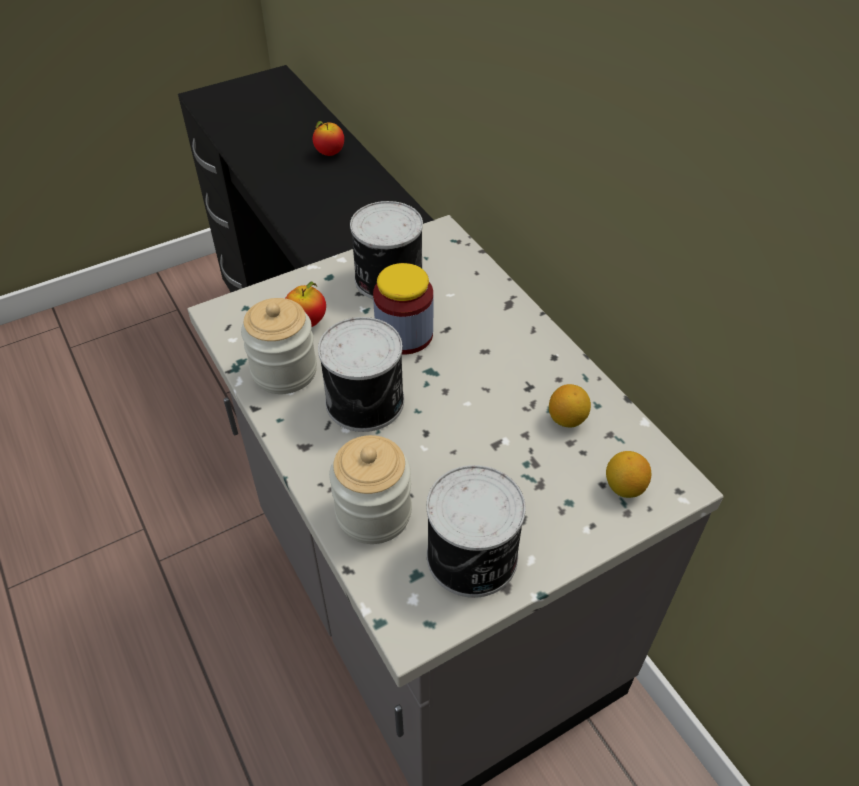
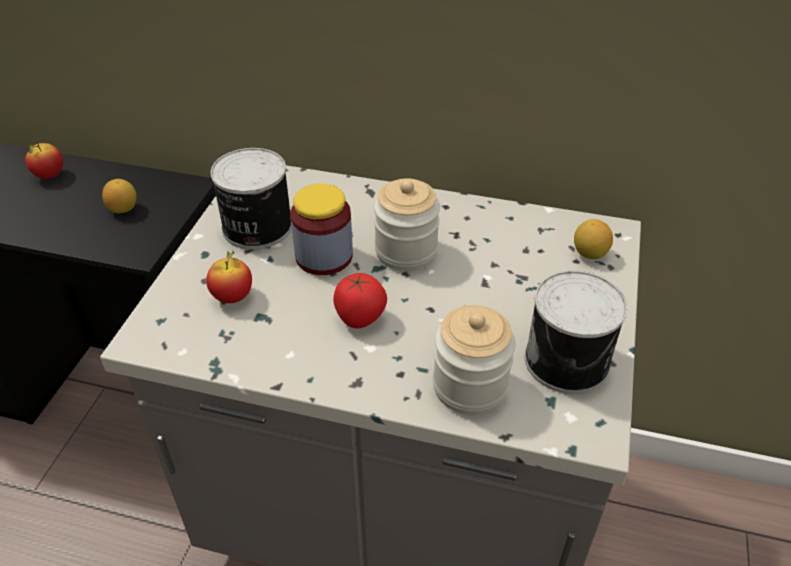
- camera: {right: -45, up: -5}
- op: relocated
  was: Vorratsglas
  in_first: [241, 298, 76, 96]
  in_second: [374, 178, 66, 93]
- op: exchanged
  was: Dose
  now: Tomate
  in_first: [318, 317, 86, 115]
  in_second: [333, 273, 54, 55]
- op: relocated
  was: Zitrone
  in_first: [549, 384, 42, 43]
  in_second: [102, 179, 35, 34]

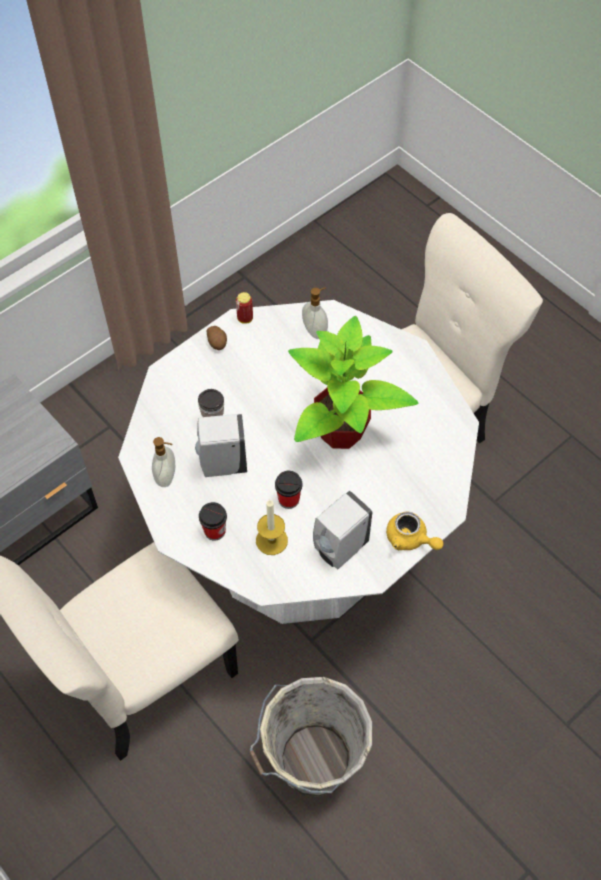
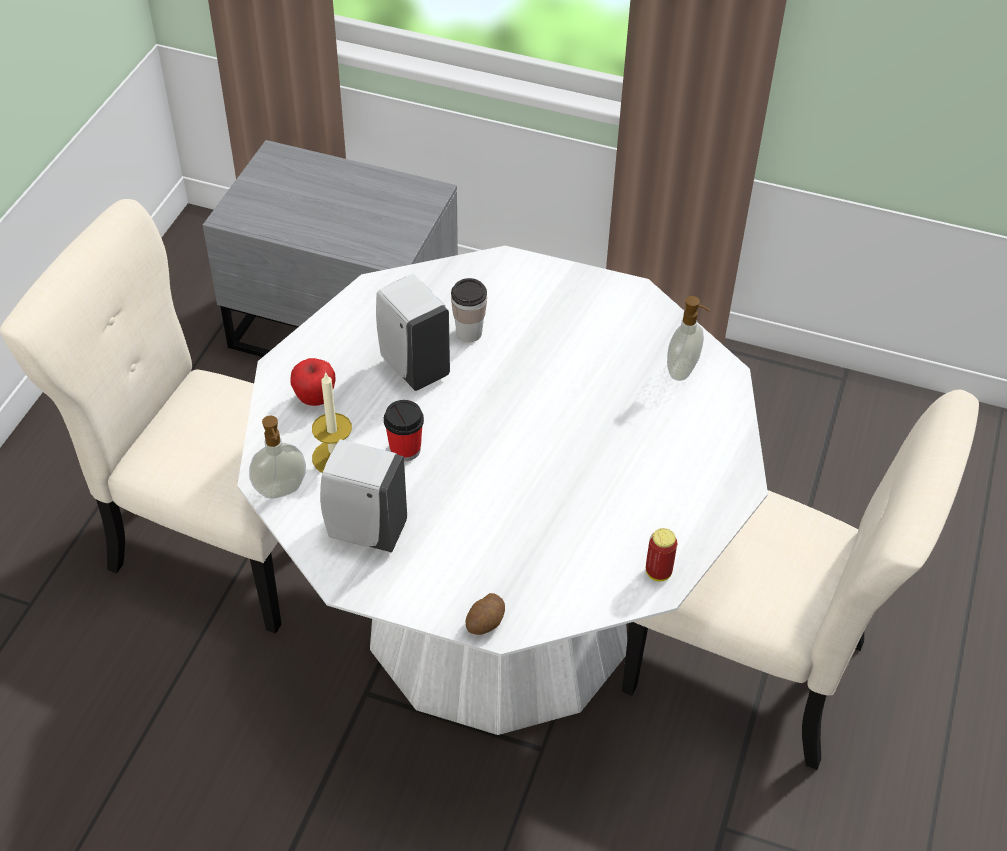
- camera: {right: 60, up: -10}
- op: relocated
  was: Seifenspender
  in_first: [152, 437, 23, 50]
  in_second: [249, 416, 57, 83]
- op: exchanged
  was: Tasse
  now: Apfel
  in_first: [199, 502, 28, 39]
  in_second: [291, 358, 45, 48]
- op: relocated
  was: Kartoffel
  in_first: [206, 326, 21, 24]
  in_second: [466, 593, 39, 42]
- op: relocated
  was: Dose
  in_first: [236, 292, 17, 32]
  in_second: [646, 528, 31, 53]
- op: missing
  was: Eimer [grau]
  in_first: [249, 677, 123, 120]
- op: missing
  was: Topfpflanze
  in_first: [288, 316, 130, 133]
- op: missing
  was: Teekanne [gelb]
  in_first: [386, 511, 58, 39]

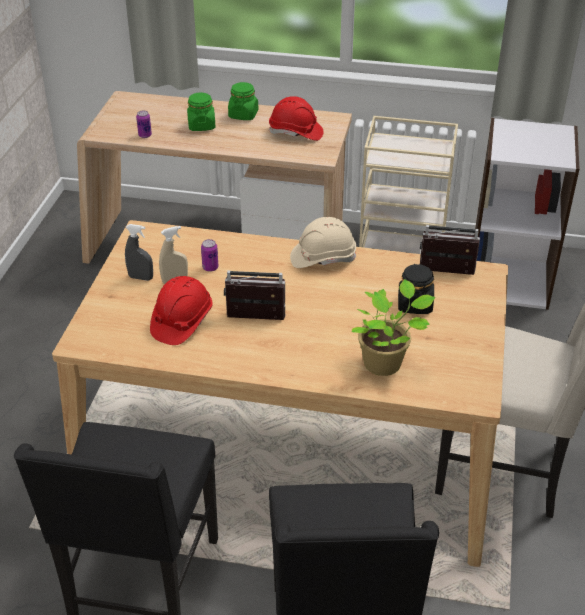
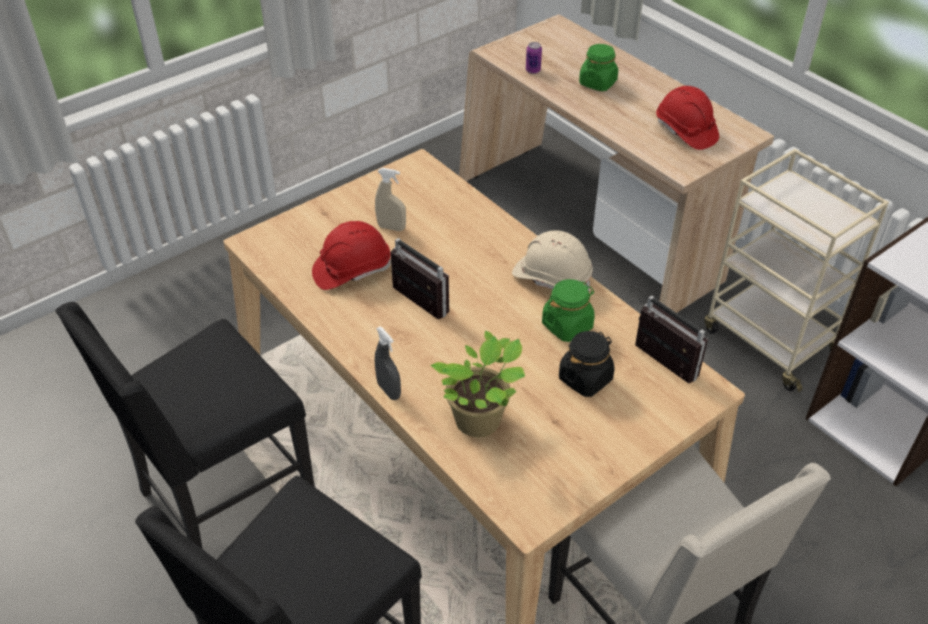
- camera: {right: 40, up: 5}
- op: relocated
  was: Sprühflasche [grau]
  in_first: [125, 224, 28, 57]
  in_second: [375, 326, 26, 74]
- op: missing
  was: Dose
  in_first: [201, 239, 17, 33]
- op: relocated
  was: Vorratsglas [grün]
  in_first: [228, 82, 30, 38]
  in_second: [542, 279, 53, 63]

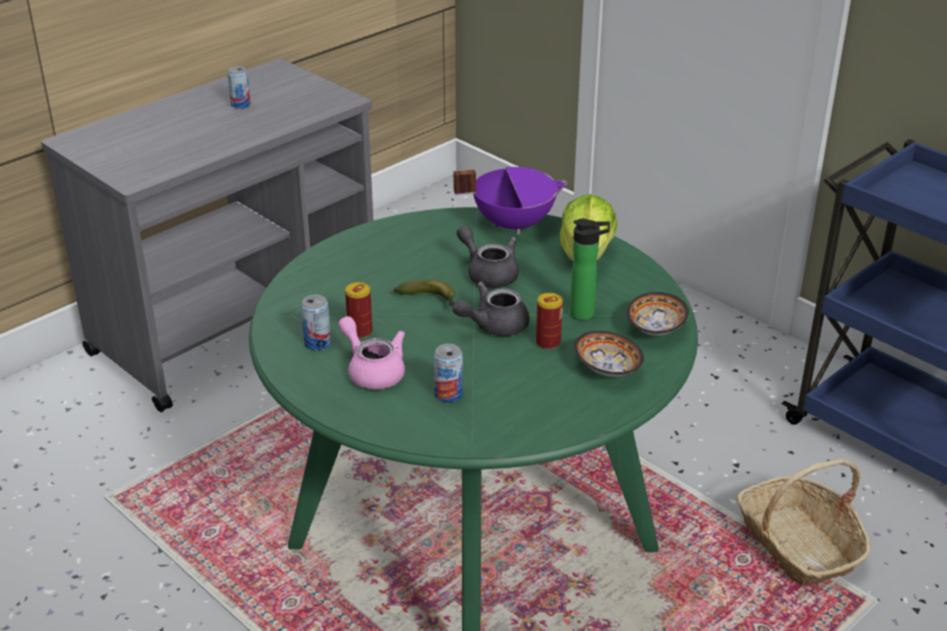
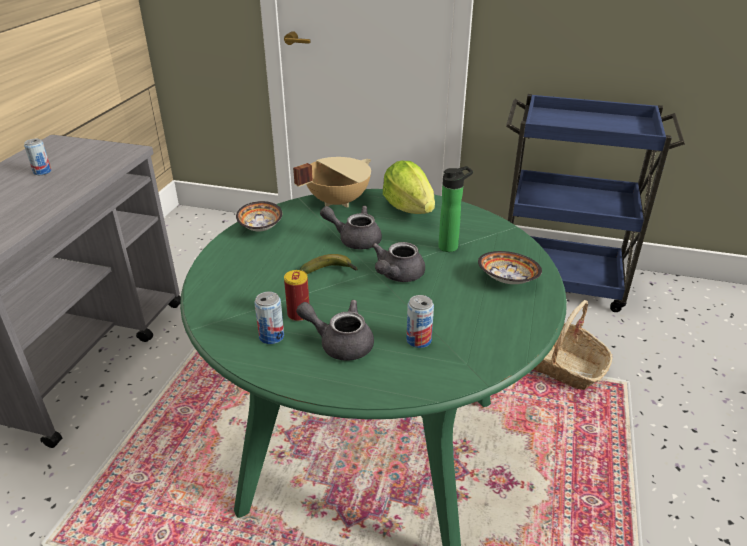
- camera: {right: -30, up: 0}
- op: colour
  was: Teekanne [rosa]
  now: Teekanne [grau]
  in_first: [338, 316, 67, 73]
  in_second: [296, 300, 78, 61]
- op: colour
  was: Kochtopf [lila]
  now: Kochtopf [beige]
  in_first: [453, 167, 115, 68]
  in_second: [293, 157, 78, 51]
- op: missing
  was: Dose
  in_first: [536, 293, 27, 57]
- op: relocated
  was: Schüssel
  in_first: [626, 292, 63, 44]
  in_second: [236, 201, 46, 30]

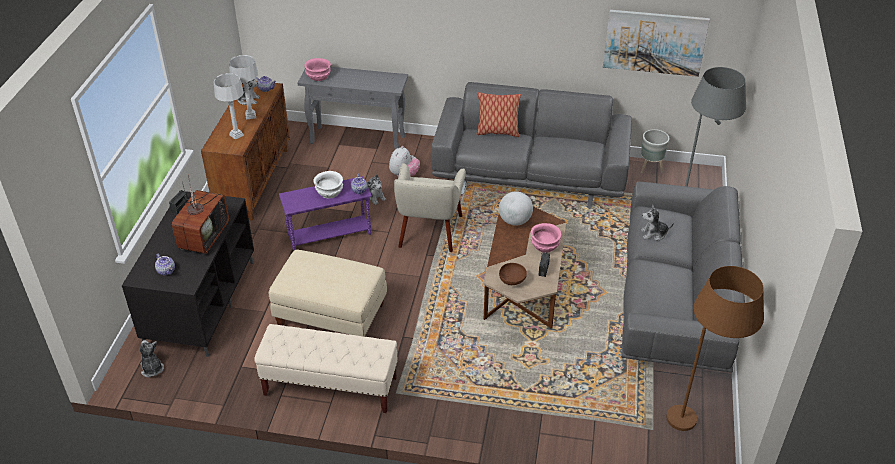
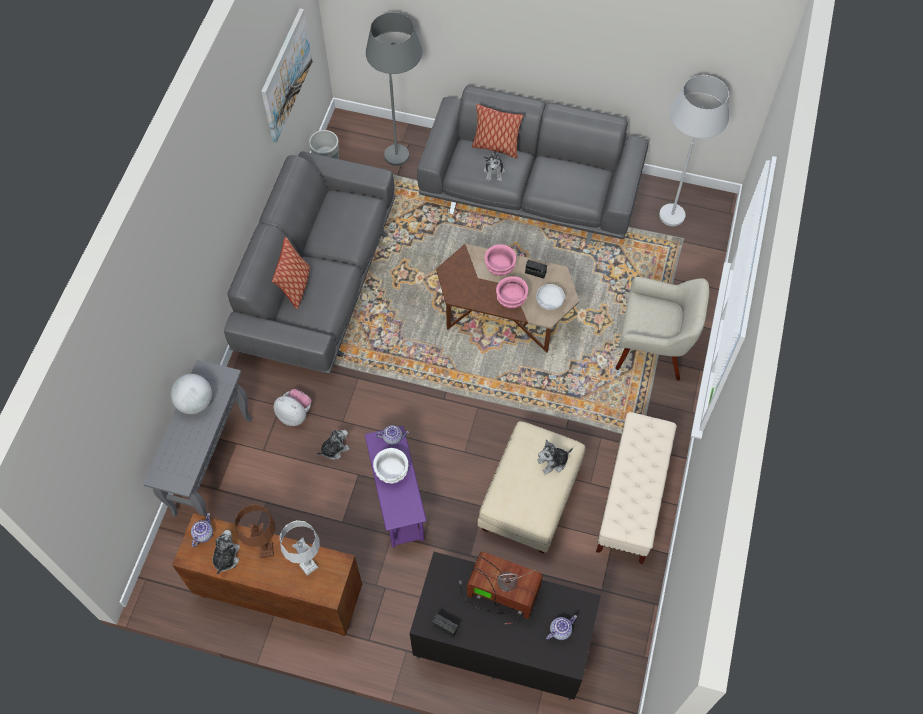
- camera: {right: -85, up: 20}
- op: relocated
  was: Plüschtier
  in_first: [140, 340, 24, 37]
  in_second: [537, 439, 36, 36]
- op: colour
  was: Tischlampe [grau]
  now: Tischlampe [braun]
  in_first: [229, 55, 29, 65]
  in_second: [235, 504, 40, 54]
- op: relocated
  was: Schüssel [rosa]
  in_first: [304, 58, 27, 23]
  in_second: [496, 276, 32, 32]
- op: relocated
  was: Sessel [beige]
  in_first: [394, 163, 72, 89]
  in_second: [615, 277, 94, 104]
- op: relocated
  was: Globus
  in_first: [499, 191, 34, 35]
  in_second: [170, 374, 42, 40]
- op: colour
  was: Schüssel [braun]
  now: Schüssel [weiß]
  in_first: [499, 263, 28, 22]
  in_second: [536, 284, 29, 26]
- op: colour
  was: Stehlampe [braun]
  now: Stehlampe [weiß]
  in_first: [666, 266, 98, 165]
  in_second: [659, 75, 70, 151]
- op: appeared
  now: Kissen
  in_second: [472, 104, 51, 55]

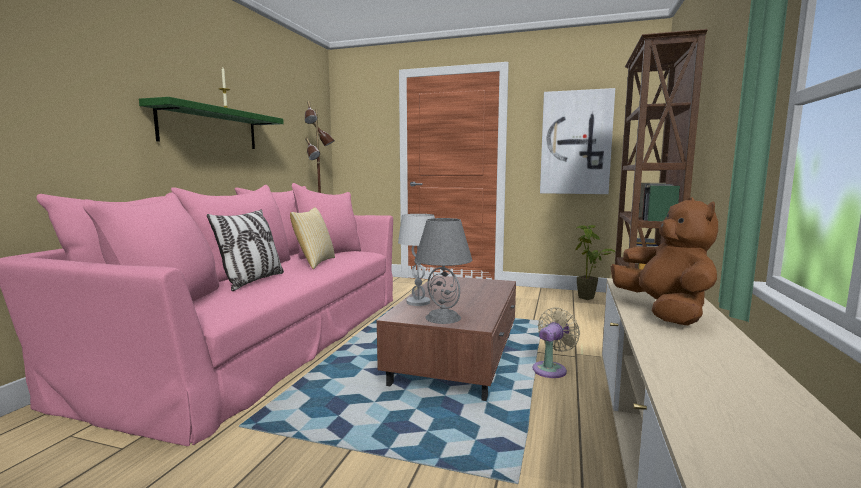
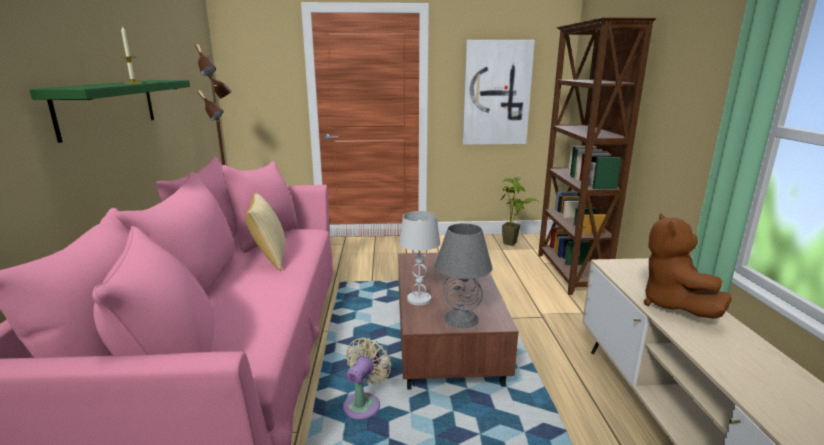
- camera: {right: -20, up: 10}
- op: missing
  was: Kissen
  in_first: [207, 209, 77, 82]
- op: relocated
  was: Ventilator [beige]
  in_first: [532, 307, 48, 71]
  in_second: [343, 337, 49, 83]
- op: spun
  was: Plüschtier [braun]
  in_first: [611, 197, 107, 129]
  in_second: [644, 213, 88, 106]
  clockwise: -150

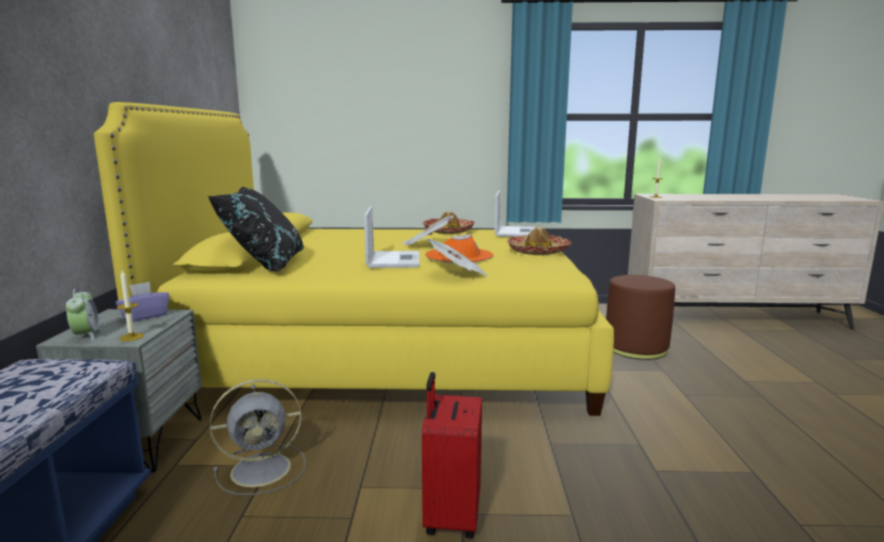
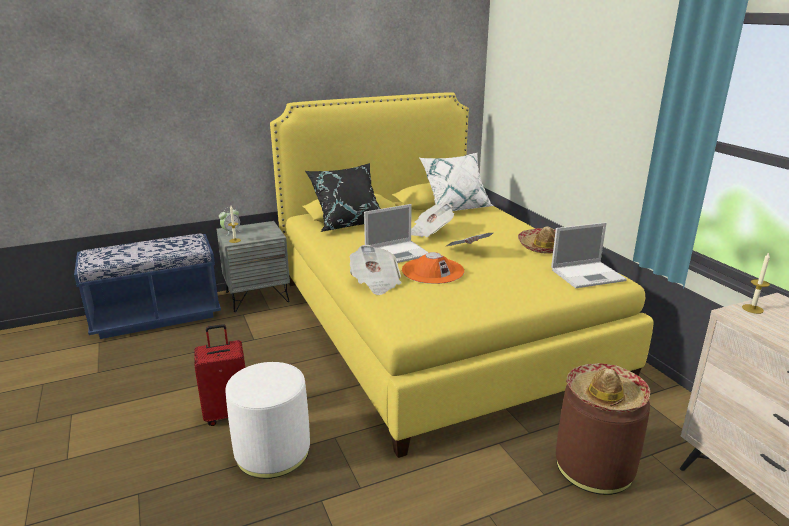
- camera: {right: 65, up: 10}
- op: missing
  was: Taschentuchbox [lila]
  in_first: [116, 282, 53, 40]
- op: missing
  was: Ventilator [grau]
  in_first: [210, 379, 96, 116]
- op: relocated
  was: Hut
  in_first: [507, 227, 65, 28]
  in_second: [566, 363, 84, 50]
- op: appeared
  now: Polsterhocker [weiß]
  in_second: [225, 362, 85, 117]
- op: appeared
  now: Zeitung
  in_second: [411, 204, 43, 33]
- op: appeared
  now: Kissen [weiß]
  in_second: [419, 153, 74, 58]

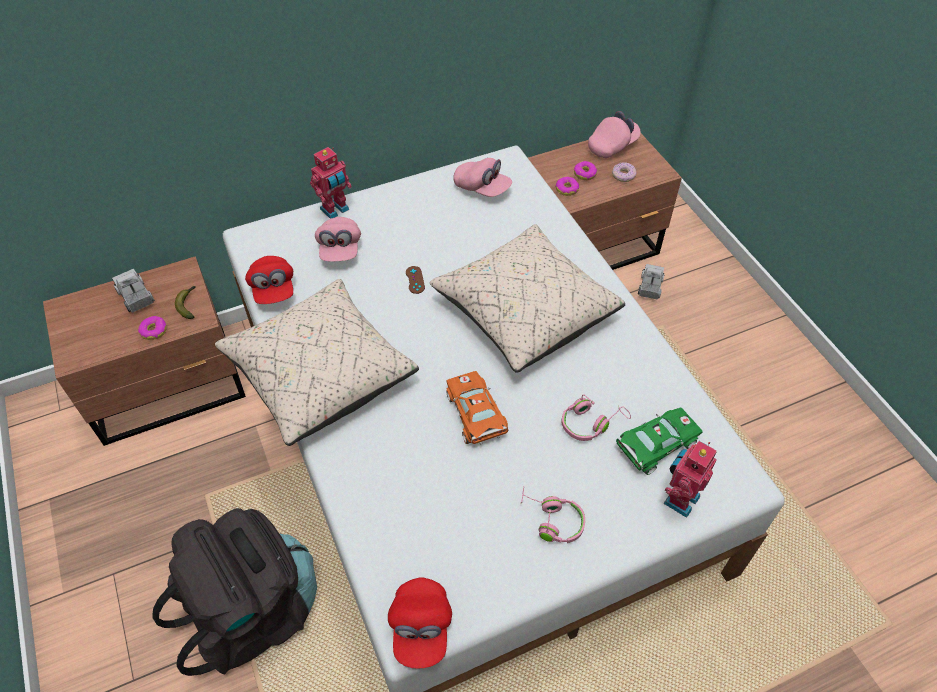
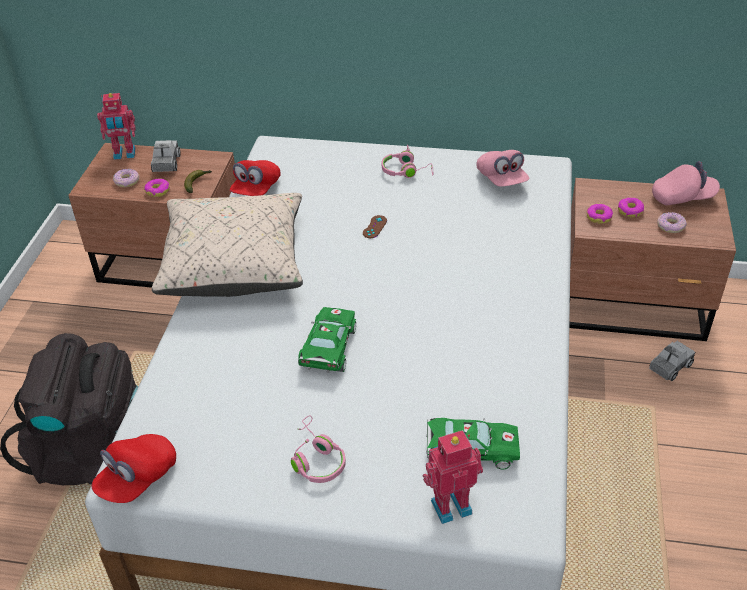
- camera: {right: 35, up: -10}
- op: relocated
  was: Spielzeugroboter
  in_first: [310, 147, 42, 72]
  in_second: [97, 93, 39, 67]
- op: missing
  was: Kappe [rosa]
  in_first: [315, 217, 46, 45]
- op: missing
  was: Kissen [beige]
  in_first: [430, 224, 195, 149]
- op: colour
  was: Spielzeugauto [orange]
  now: Spielzeugauto [grün]
  in_first: [446, 371, 62, 74]
  in_second: [298, 307, 58, 66]
- op: relocated
  was: Kopfhörer [rosa]
  in_first: [561, 394, 70, 47]
  in_second: [382, 145, 51, 33]
- op: appeared
  now: Donut
  in_second: [113, 169, 27, 18]

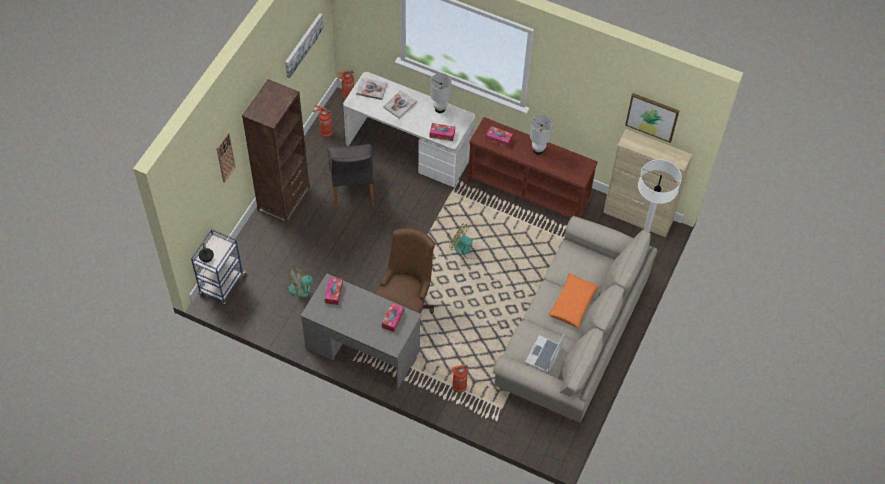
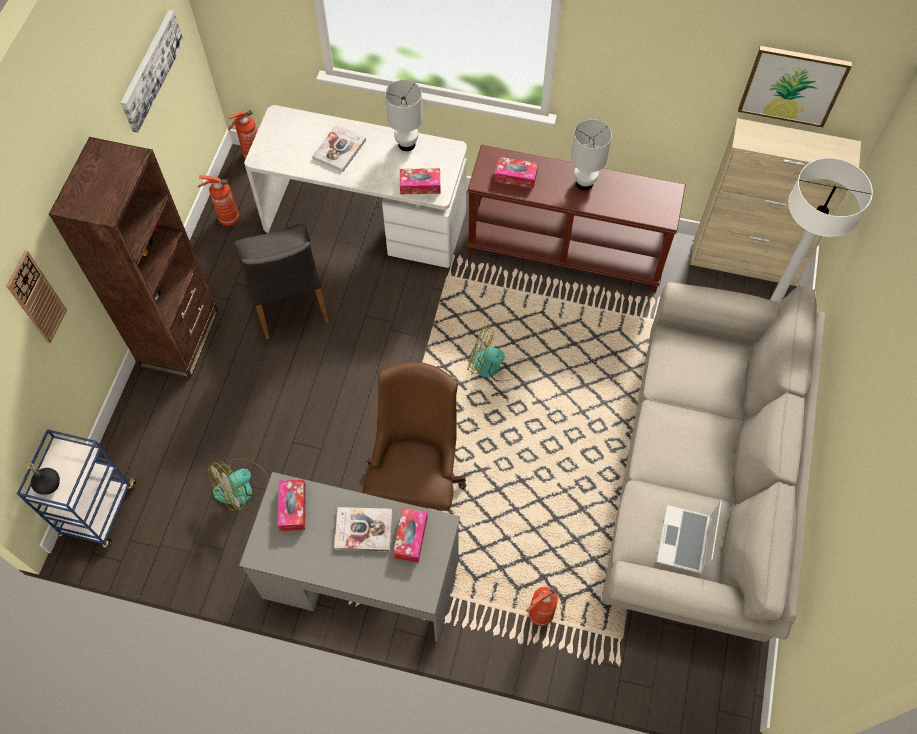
- camera: {right: -10, up: 5}
- op: relocated
  was: Buch
  in_first: [356, 77, 31, 23]
  in_second: [334, 507, 58, 45]
- op: missing
  was: Kissen [orange]
  in_first: [548, 274, 51, 54]

